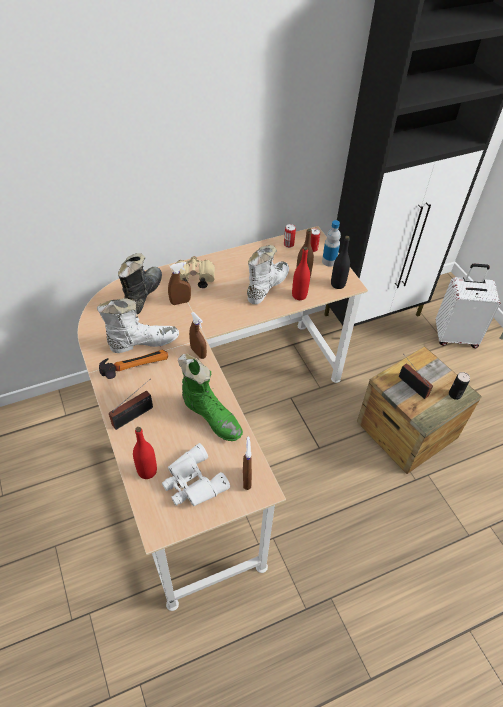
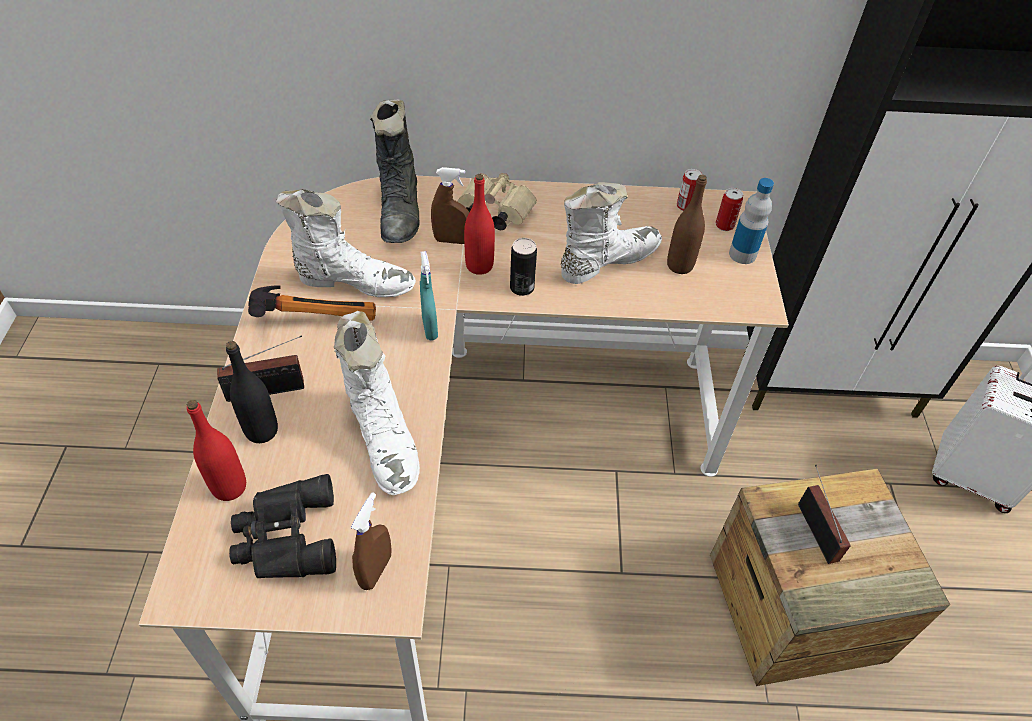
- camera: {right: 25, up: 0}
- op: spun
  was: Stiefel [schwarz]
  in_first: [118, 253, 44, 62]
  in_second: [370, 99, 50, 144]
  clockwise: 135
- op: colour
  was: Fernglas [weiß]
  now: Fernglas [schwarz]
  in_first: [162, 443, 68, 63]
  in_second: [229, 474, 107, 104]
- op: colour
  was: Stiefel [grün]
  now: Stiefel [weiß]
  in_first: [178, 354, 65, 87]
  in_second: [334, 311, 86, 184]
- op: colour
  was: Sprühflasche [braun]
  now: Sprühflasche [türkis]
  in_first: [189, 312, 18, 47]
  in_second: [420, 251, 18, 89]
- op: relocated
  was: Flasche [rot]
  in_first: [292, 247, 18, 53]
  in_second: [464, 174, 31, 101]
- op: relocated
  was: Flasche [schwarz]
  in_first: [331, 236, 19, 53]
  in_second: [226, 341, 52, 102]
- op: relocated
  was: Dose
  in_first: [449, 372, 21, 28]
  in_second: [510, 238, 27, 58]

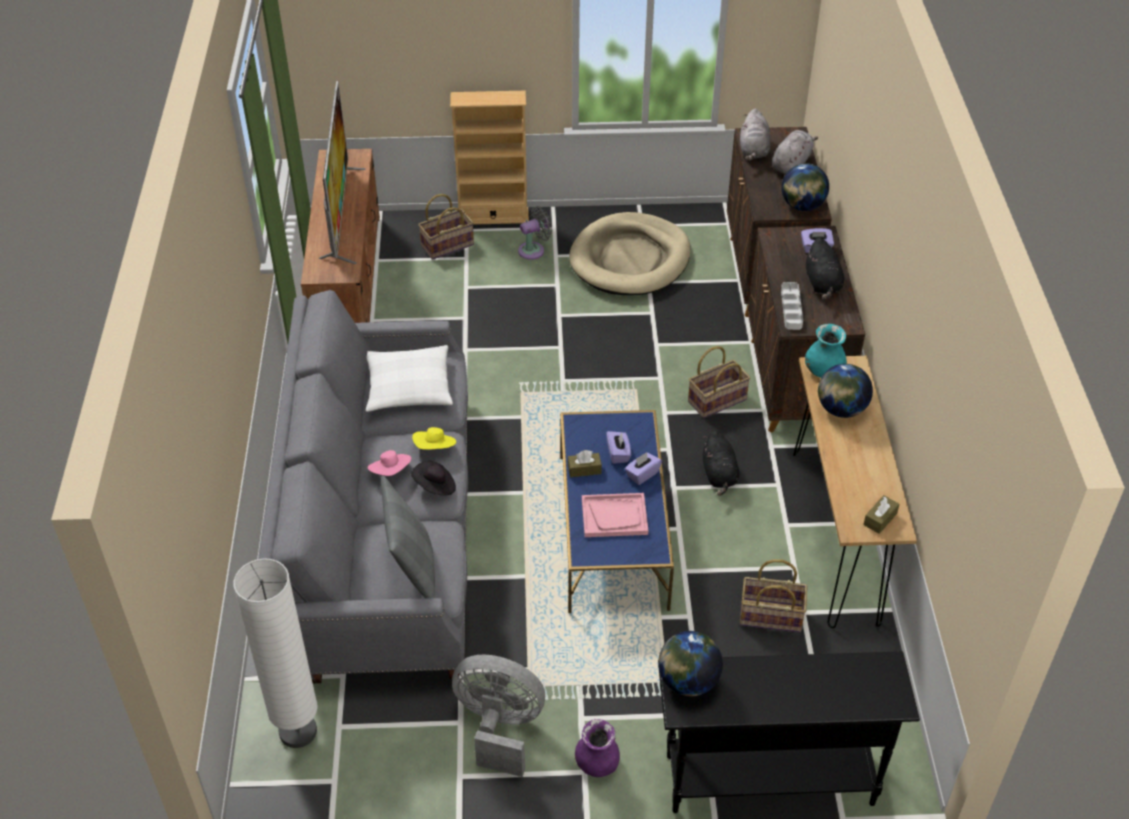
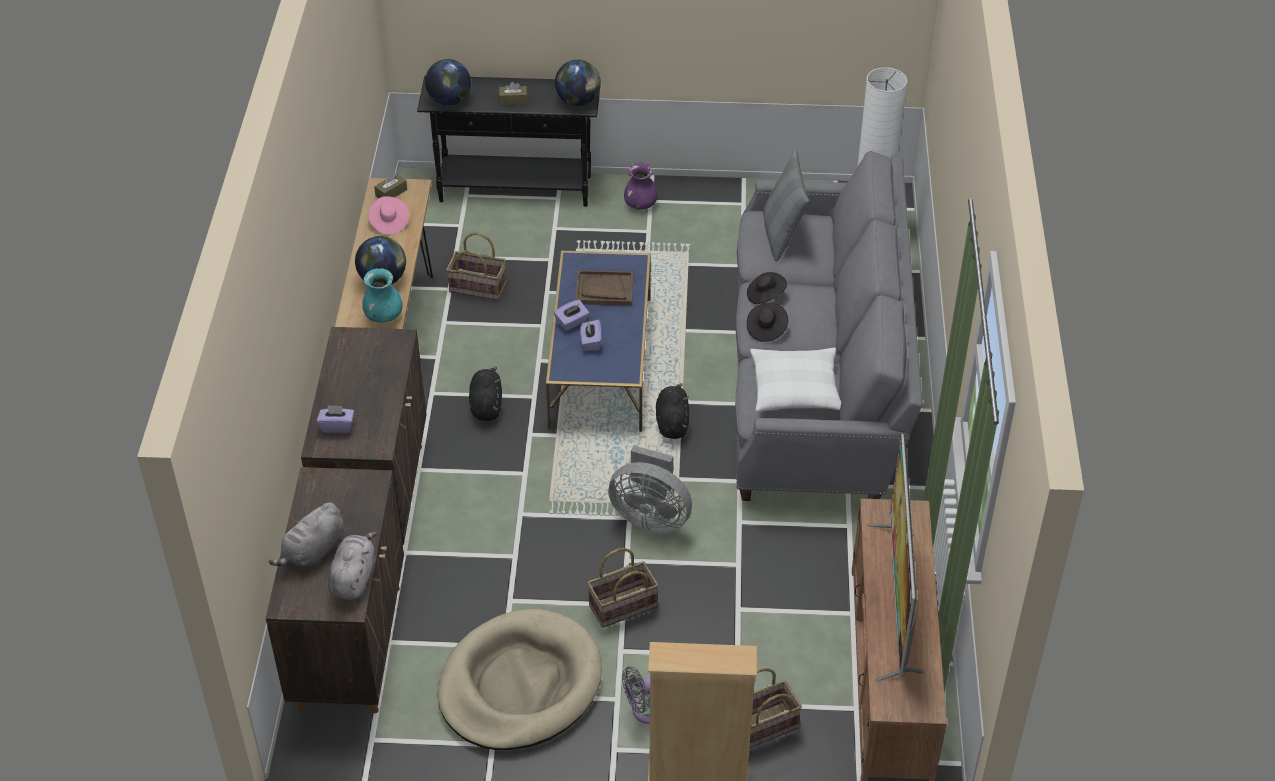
- camera: {right: -175, up: 0}
- op: relocated
  was: Hut [rosa]
  in_first: [368, 450, 43, 26]
  in_second: [368, 196, 41, 39]
- op: colour
  was: Hut [gelb]
  now: Hut [schwarz]
  in_first: [412, 427, 44, 23]
  in_second: [747, 302, 41, 40]
- op: relocated
  was: Ventilator [grau]
  in_first: [452, 655, 93, 122]
  in_second: [608, 445, 84, 87]
- op: relocated
  was: Taschentuchbox [braun]
  in_first: [568, 450, 34, 27]
  in_second: [499, 82, 28, 23]
- op: colour
  was: Tablett [rosa]
  now: Tablett [braun]
  in_first: [582, 493, 66, 44]
  in_second: [575, 270, 59, 36]
- op: relocated
  was: Korb
  in_first: [688, 346, 63, 72]
  in_second: [587, 548, 71, 80]
- op: relocated
  was: Globus
  in_first: [781, 163, 48, 48]
  in_second: [425, 59, 46, 46]
- op: missing
  was: Tablett [grau]
  in_first: [781, 282, 22, 48]
- op: relocated
  was: Plüschtier [schwarz]
  in_first: [806, 238, 38, 61]
  in_second: [656, 383, 33, 56]

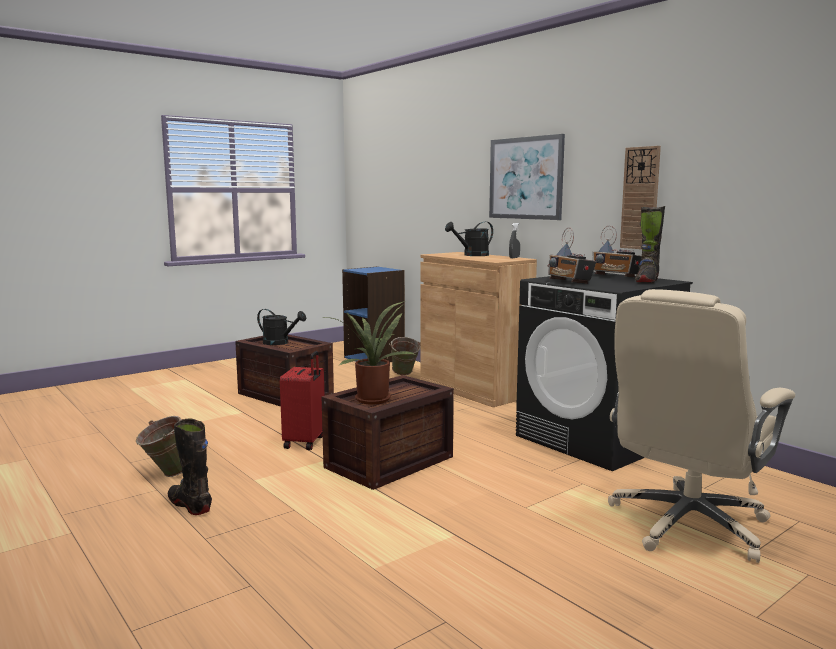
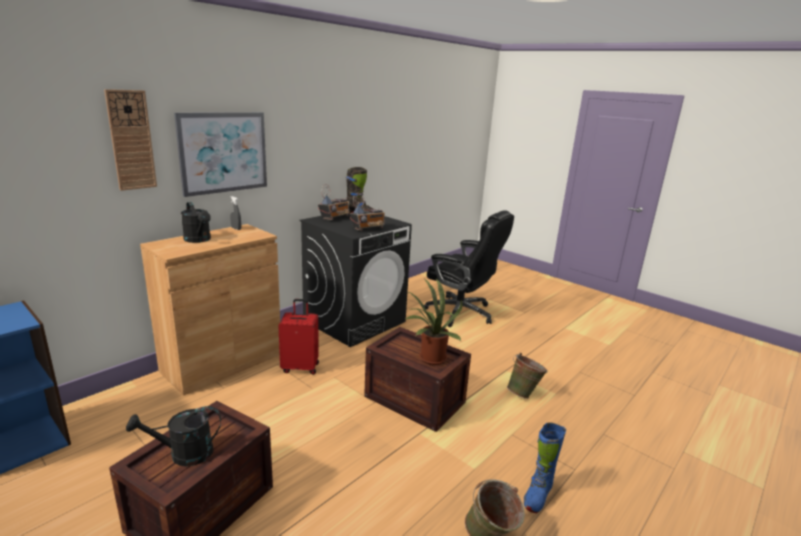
- camera: {right: -100, up: 10}
- op: colour
  was: Stiefel [schwarz]
  now: Stiefel [blau]
  in_first: [168, 418, 44, 97]
  in_second: [524, 423, 42, 90]
- op: spun
  was: Gießkanne [schwarz]
  in_first: [257, 309, 49, 36]
  in_second: [126, 406, 95, 60]
  clockwise: -120
- op: relocated
  was: Koffer [rot]
  in_first: [280, 351, 45, 99]
  in_second: [278, 299, 41, 76]
- op: relocated
  was: Eimer [grün]
  in_first: [389, 337, 31, 38]
  in_second: [507, 353, 41, 46]
- op: colour
  was: Bürostuhl [beige]
  now: Bürostuhl [schwarz]
  in_first: [608, 289, 187, 274]
  in_second: [424, 210, 90, 117]
- op: relocated
  was: Wanduhr
  in_first: [620, 146, 41, 103]
  in_second: [104, 89, 53, 102]

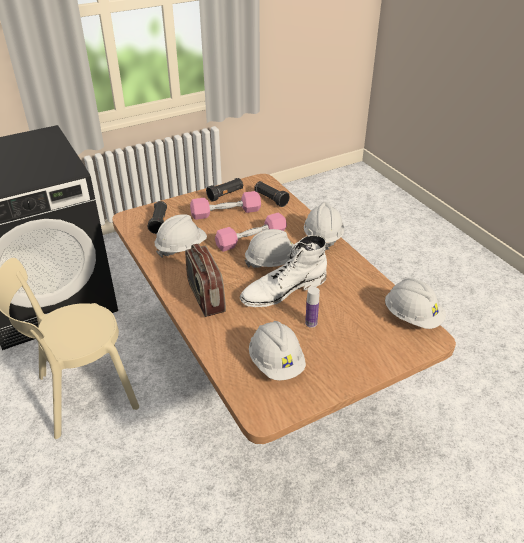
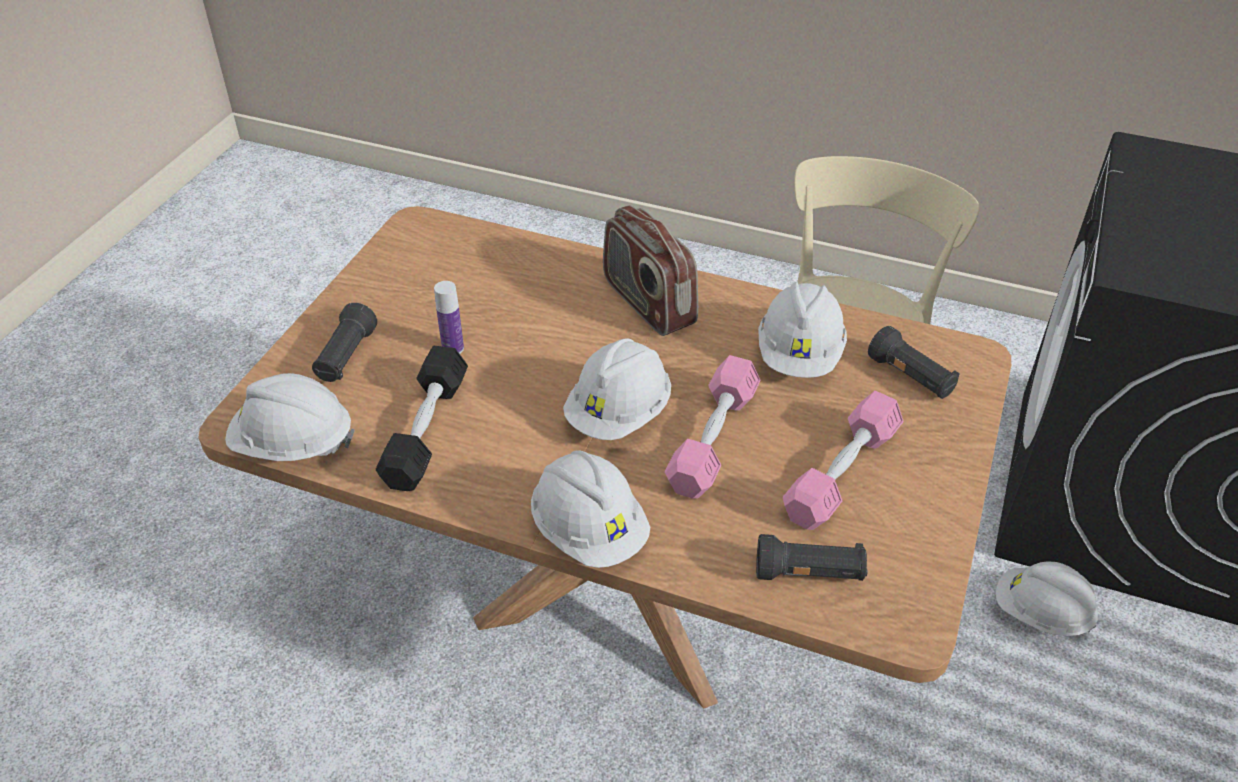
- camera: {right: 140, up: 5}
- op: spun
  was: Radio
  in_first: [185, 244, 41, 73]
  in_second: [603, 205, 95, 131]
  clockwise: -150
- op: relocated
  was: Taschenlampe [schwarz]
  in_first: [206, 178, 37, 24]
  in_second: [312, 303, 65, 79]
- op: missing
  was: Stiefel [weiß]
  in_first: [240, 235, 87, 72]
- op: relocated
  was: Schutzhelm [weiß]
  in_first: [249, 321, 57, 59]
  in_second: [996, 561, 102, 75]
- op: appeared
  now: Hantel [schwarz]
  in_second: [376, 346, 92, 145]

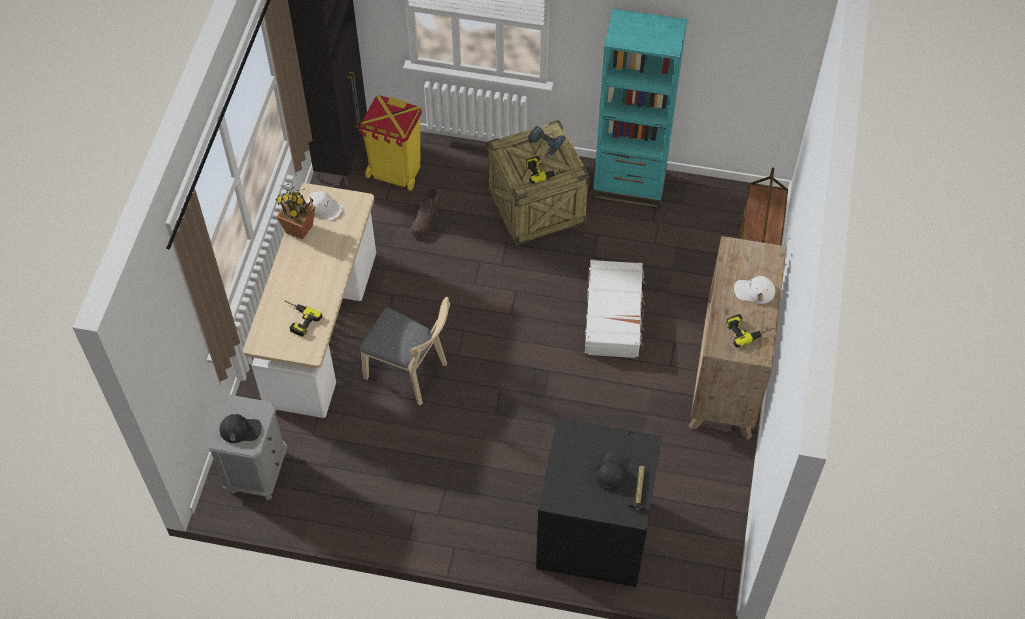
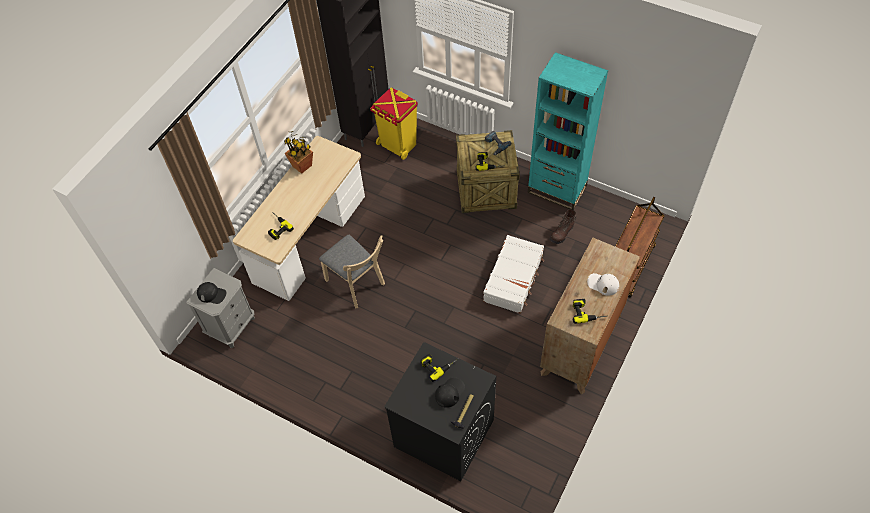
- camera: {right: 20, up: 0}
- op: missing
  was: Kappe [weiß]
  in_first: [306, 191, 37, 29]
- op: relocated
  was: Stiefel [braun]
  in_first: [410, 188, 29, 49]
  in_second: [549, 210, 28, 34]
- op: appeared
  now: Bohrmaschine
  in_second: [421, 354, 37, 28]

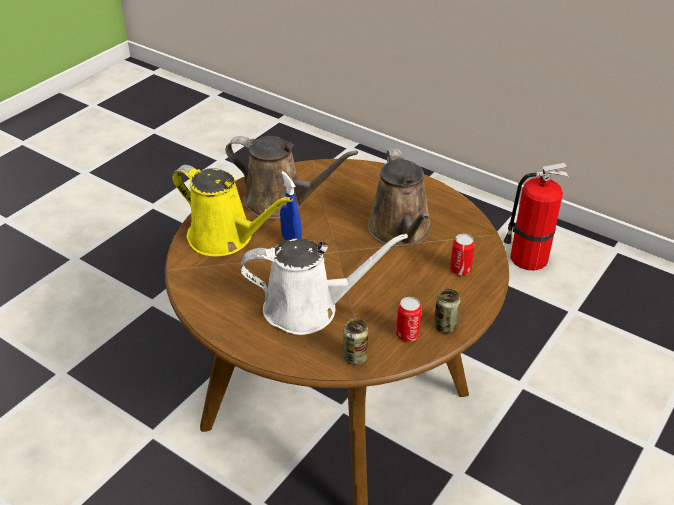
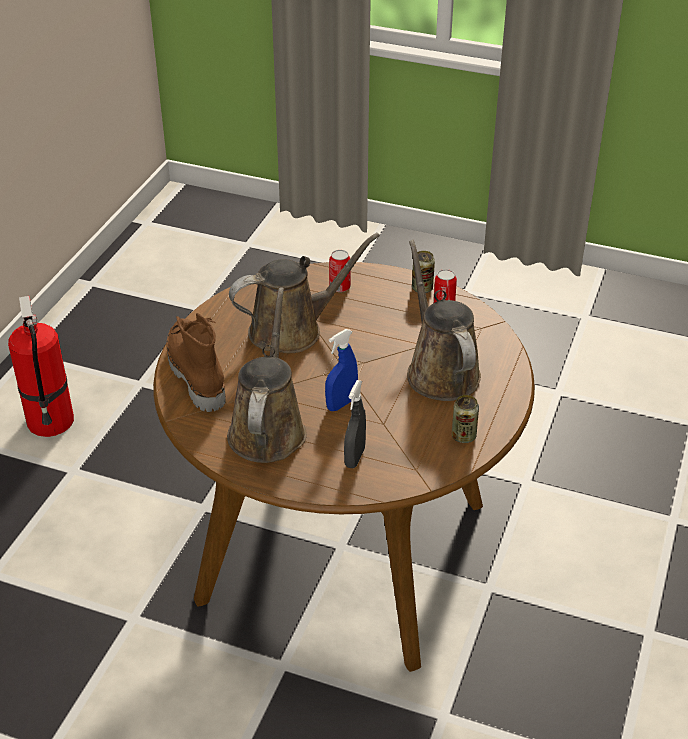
- camera: {right: -105, up: 0}
- op: exchanged
  was: Gießkanne [gelb]
  now: Sprühflasche [grau]
  in_first: [172, 165, 121, 91]
  in_second: [344, 380, 22, 88]
- op: colour
  was: Gießkanne [weiß]
  now: Gießkanne [braun]
  in_first: [240, 234, 168, 101]
  in_second: [407, 240, 74, 161]
- op: relocated
  was: Dose
  in_first: [343, 319, 25, 46]
  in_second: [452, 395, 27, 48]
- op: appeared
  now: Stiefel [braun]
  in_second: [166, 313, 60, 99]

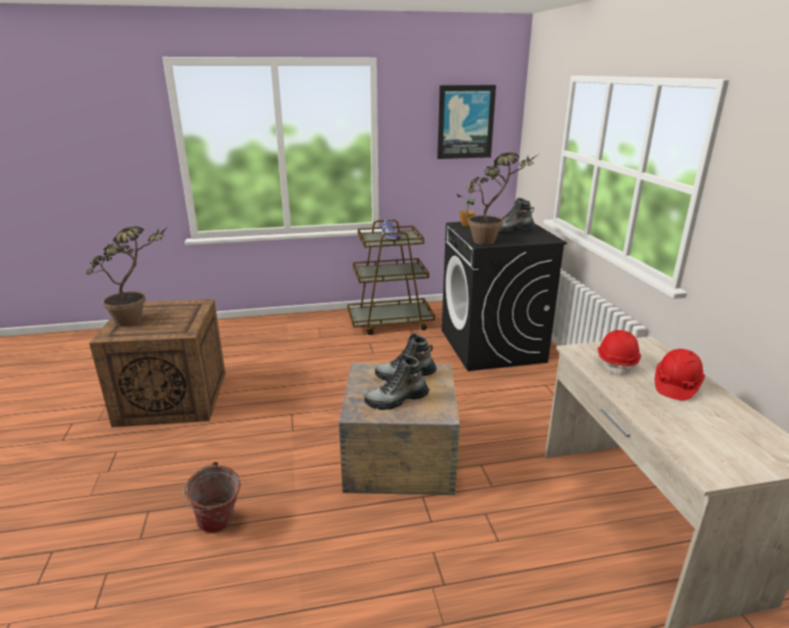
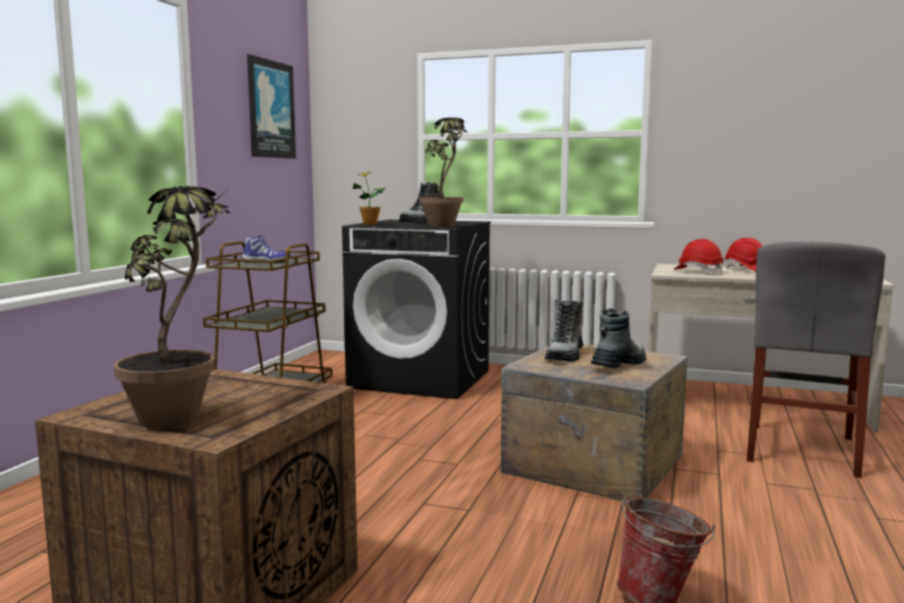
- camera: {right: -60, up: -15}
- op: spun
  was: Stiefel
  in_first: [364, 354, 65, 56]
  in_second: [591, 308, 55, 60]
  clockwise: -150
- op: appeared
  now: Stuhl [grau]
  in_second: [747, 242, 138, 236]

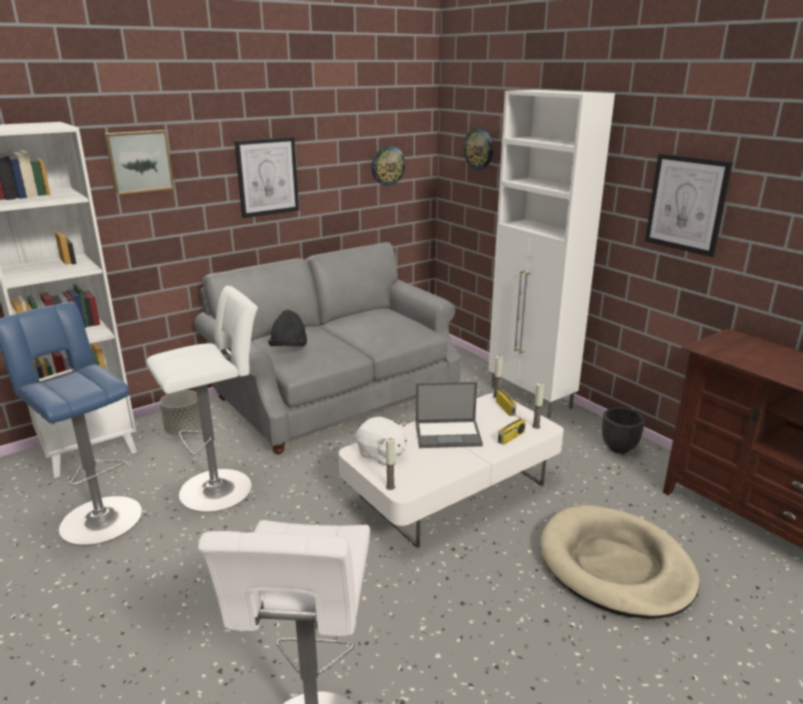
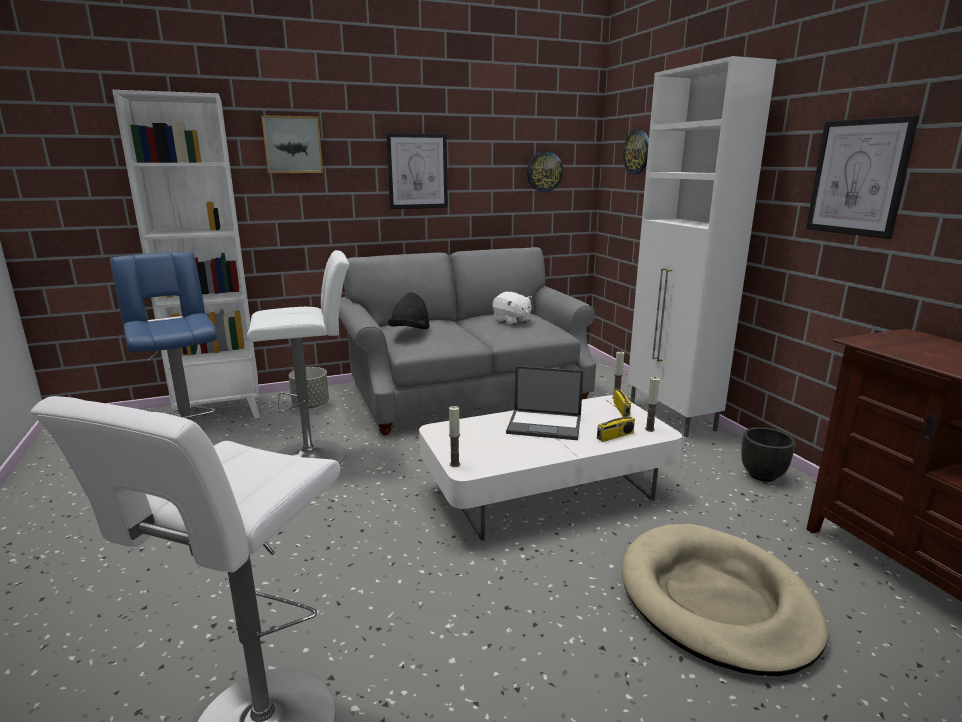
- camera: {right: 15, up: -5}
- op: relocated
  was: Plüschtier [weiß]
  in_first: [356, 417, 51, 48]
  in_second: [493, 292, 39, 33]

